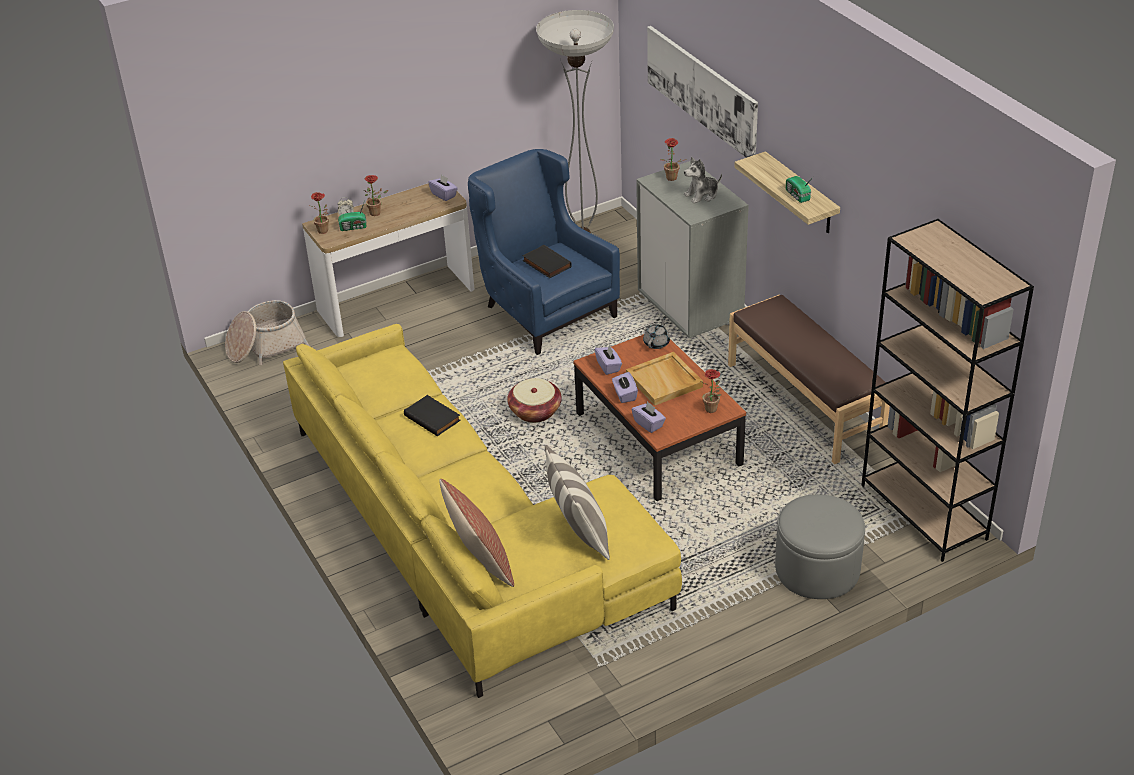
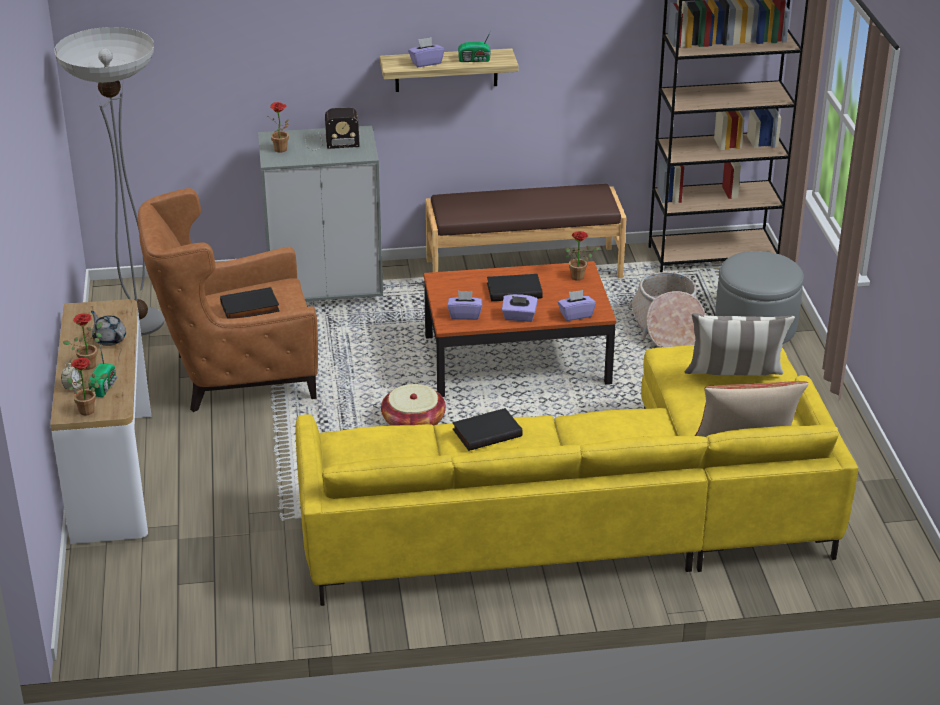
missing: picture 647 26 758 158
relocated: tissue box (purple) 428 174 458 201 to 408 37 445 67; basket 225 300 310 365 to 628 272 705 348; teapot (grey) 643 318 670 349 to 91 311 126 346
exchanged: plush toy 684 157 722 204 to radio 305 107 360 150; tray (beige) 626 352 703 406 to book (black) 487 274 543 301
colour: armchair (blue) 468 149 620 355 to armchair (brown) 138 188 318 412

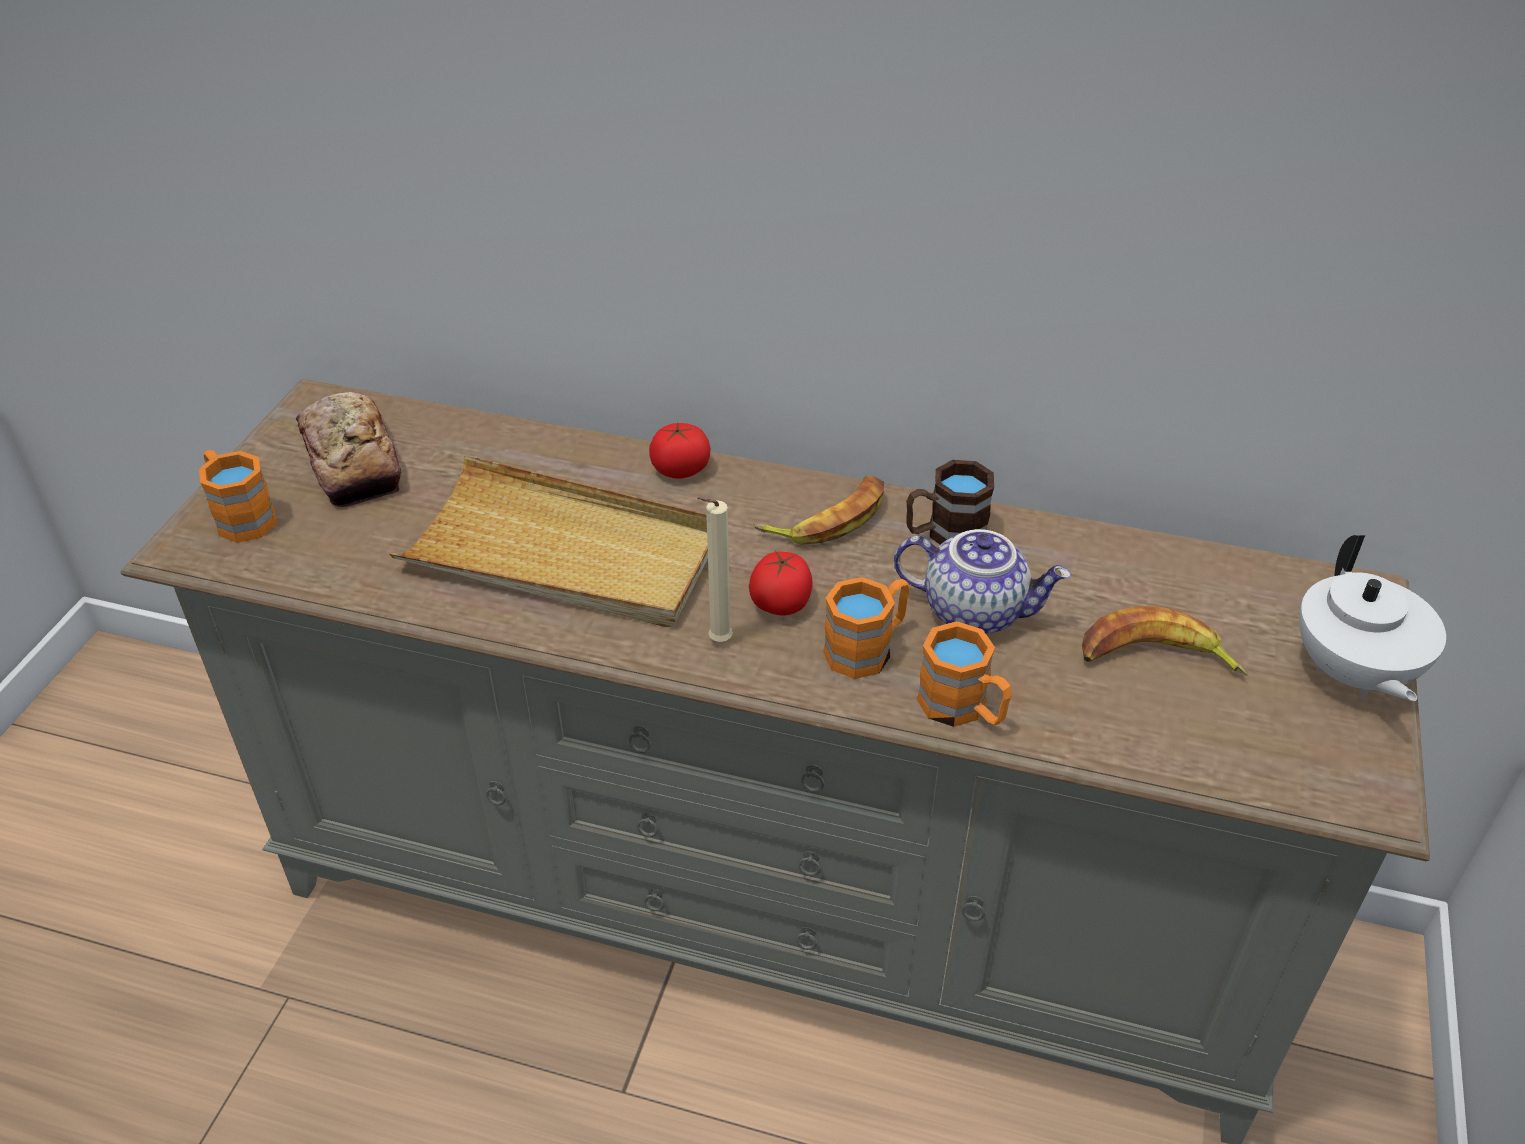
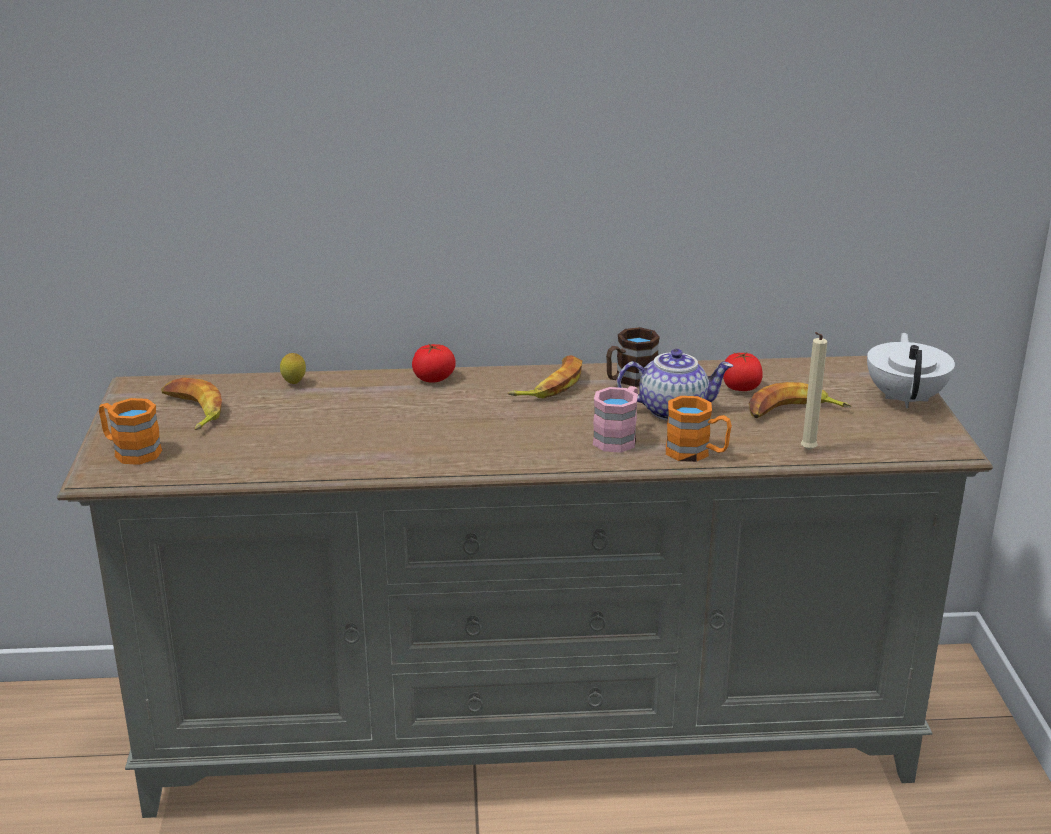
missing: tray (beige) 389 455 708 627
appeared: lemon 280 353 306 384
relocated: candle (beige) 697 497 733 642 to 801 332 827 450; tomato 749 551 813 615 to 723 352 763 391
exchanged: bread 296 392 401 507 to banana 161 378 222 430
colour: mug (orange) 823 577 909 679 to mug (pink) 593 386 638 453
spun: teapot (white) 1299 535 1446 701 = 867 333 955 408 150 degrees counterclockwise

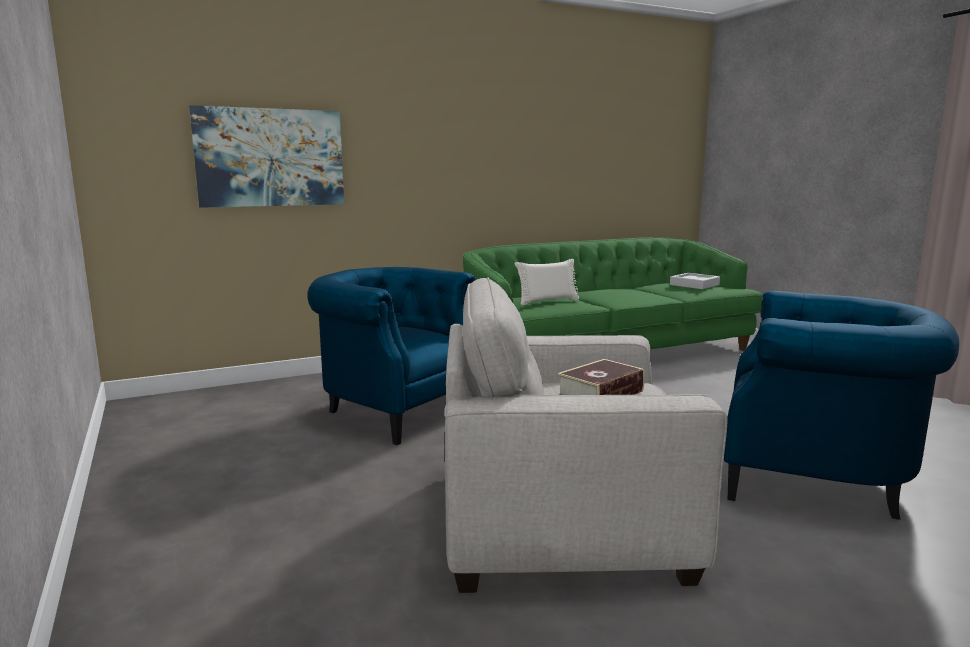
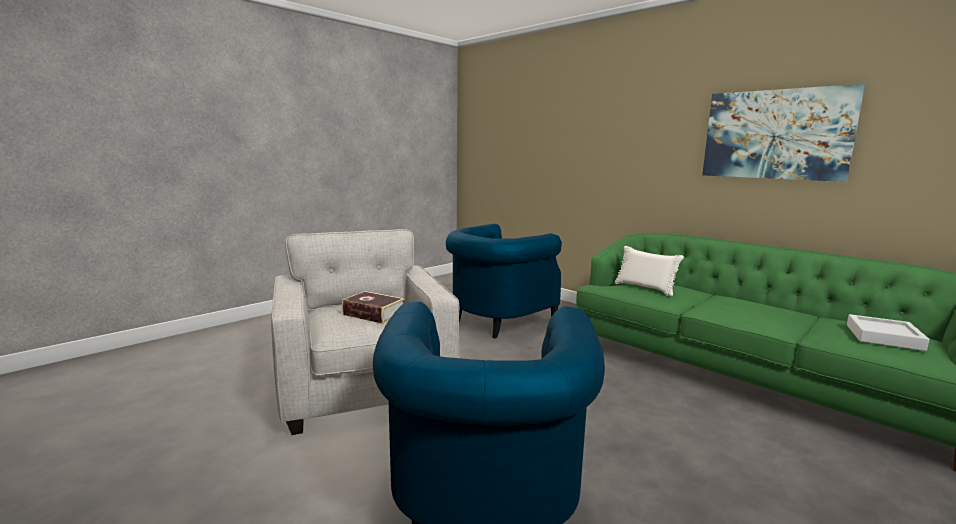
relocated: picture 189 105 344 208 to 702 84 865 182
spun: armchair (blue) 307 267 476 445 = 446 224 562 338 150 degrees counterclockwise

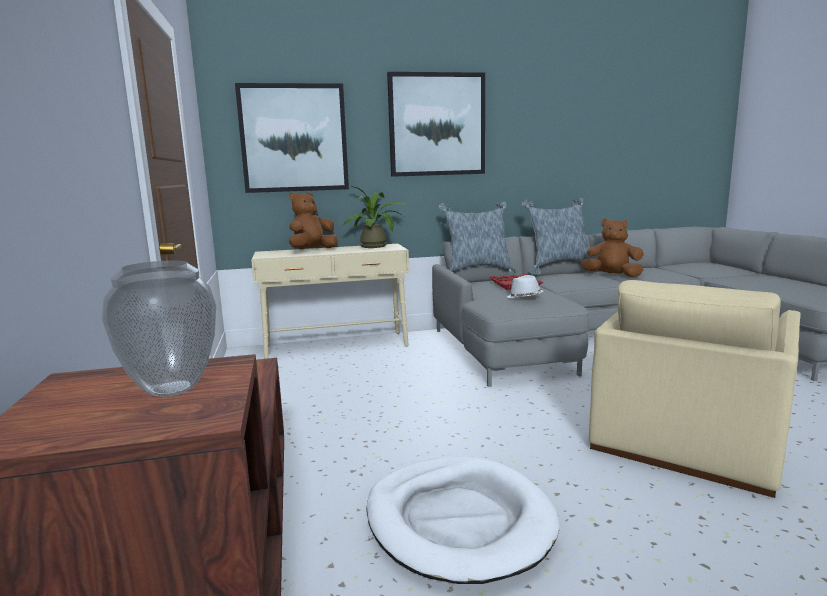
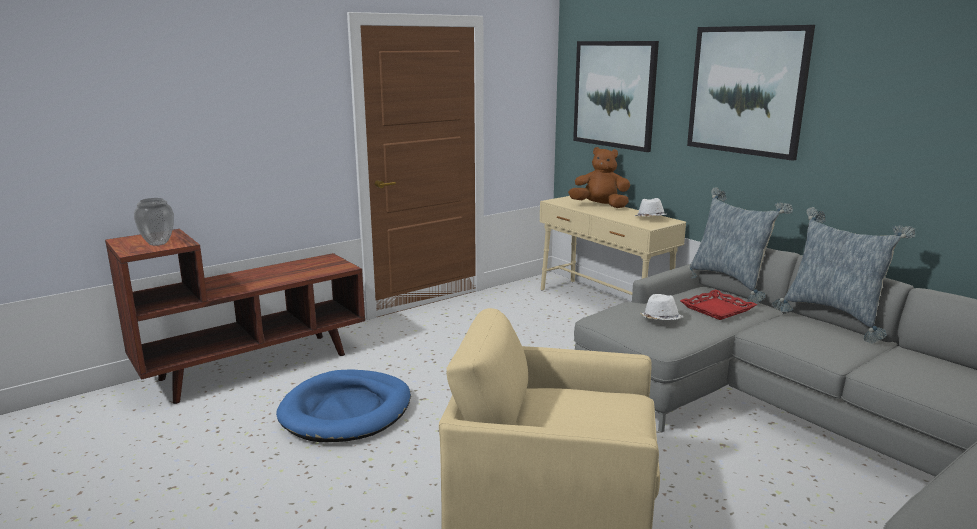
missing: plush toy (brown) 581 219 644 277
exchanged: potted plant 342 186 407 248 to hat (white) 635 198 667 217
colour: dog bed (white) 366 456 560 584 to dog bed (blue) 276 369 411 442

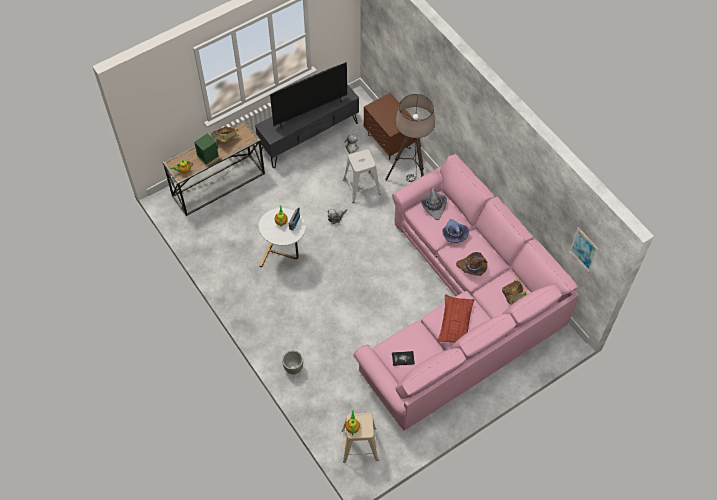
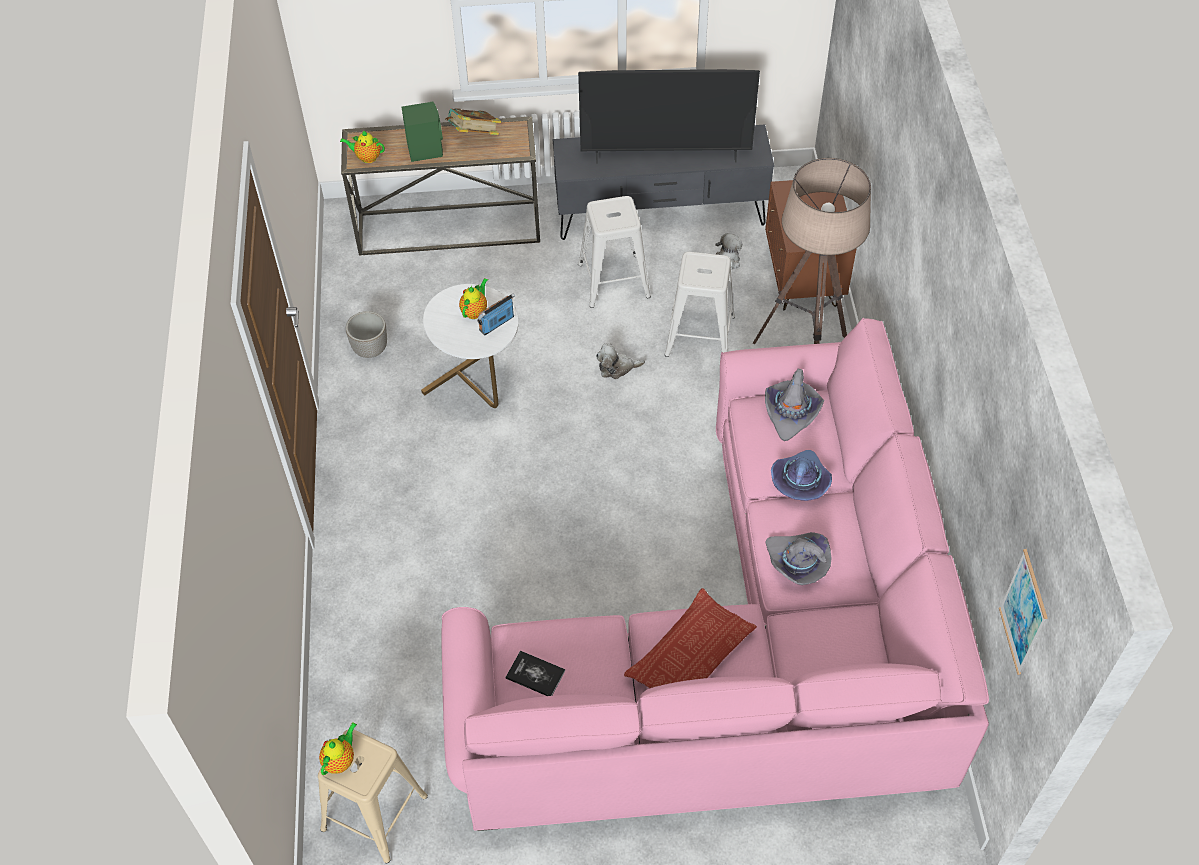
missing: book 502 278 527 305
appeared: stool (white) 578 196 651 308
relocated: planter 282 351 303 374 to 346 311 387 358
colour: hat (brown) 456 252 487 276 to hat (grey) 766 532 832 585

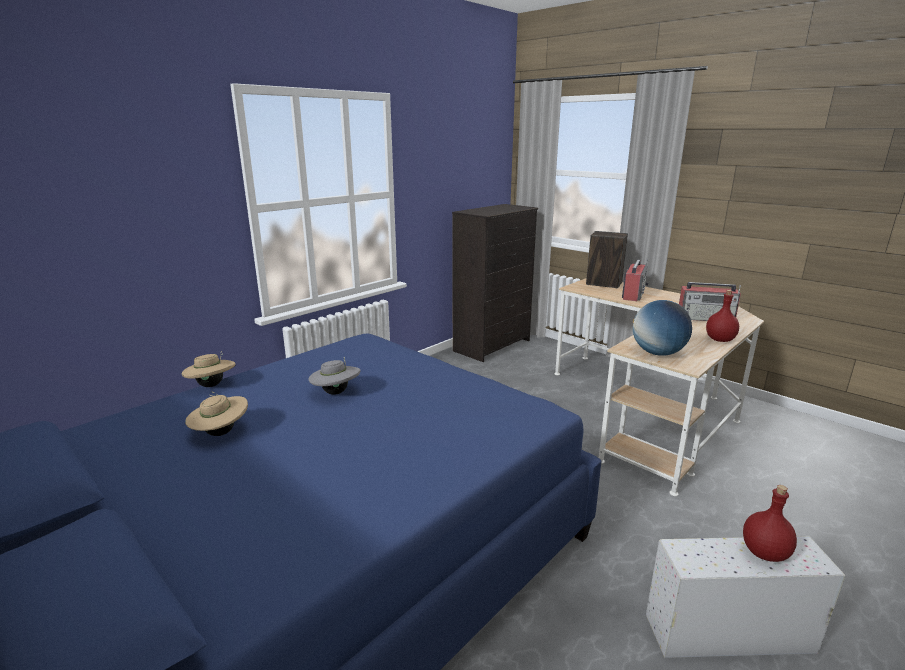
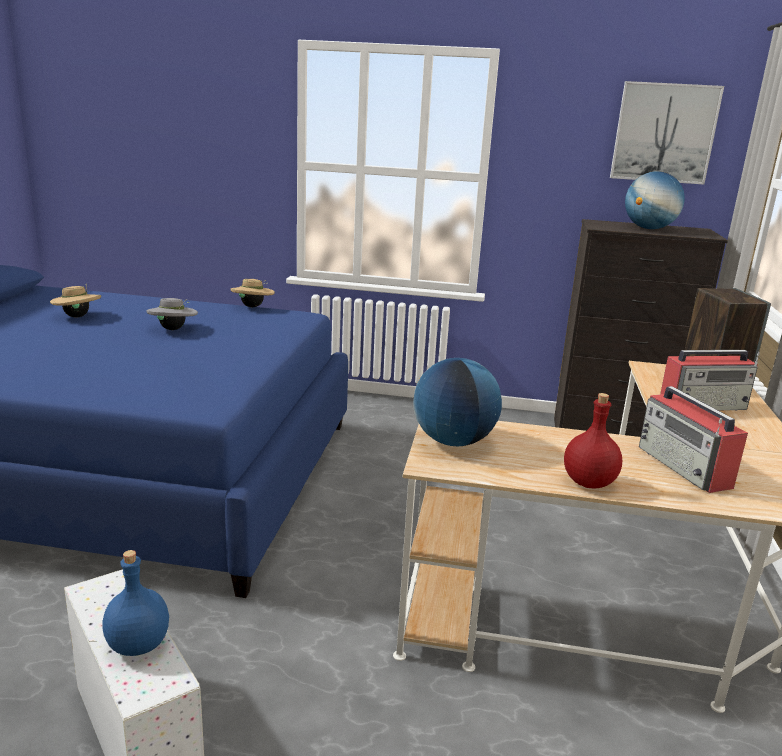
appeared: picture 610 81 724 185; globe 625 171 685 229
relocated: hat (beige) 182 351 236 387 to 230 279 275 307
colour: bottle (red) 743 485 797 562 to bottle (blue) 102 550 169 656

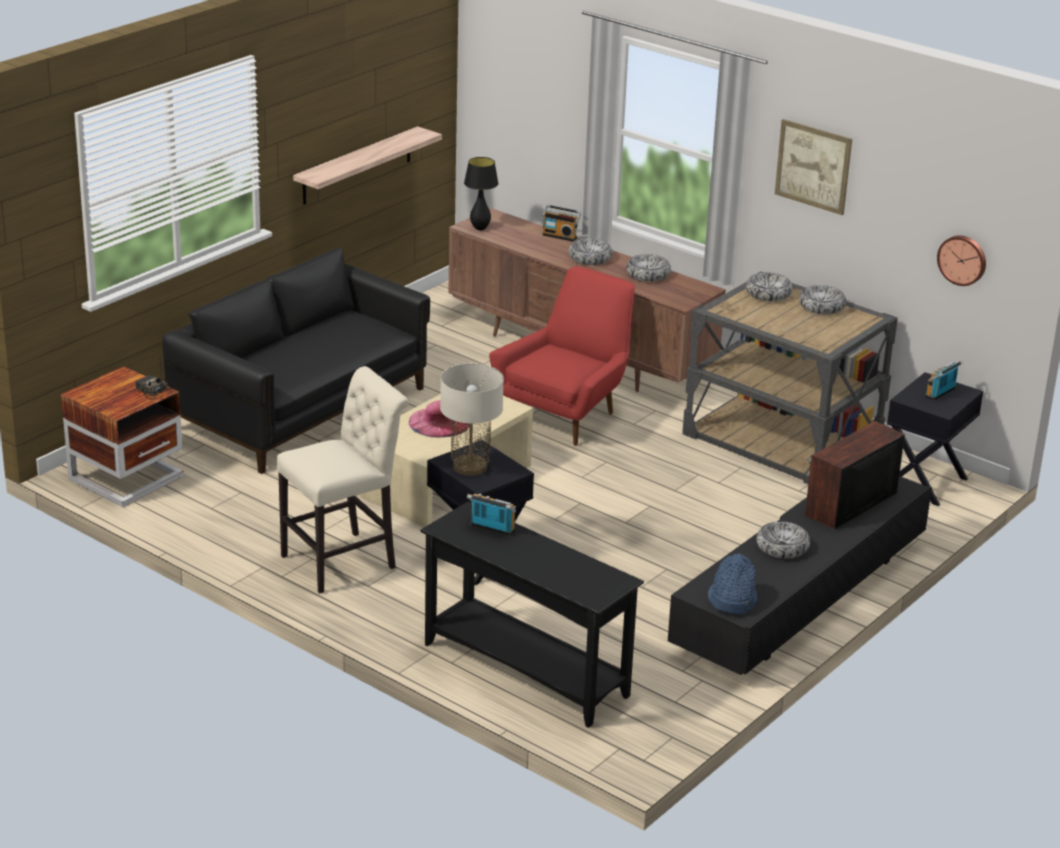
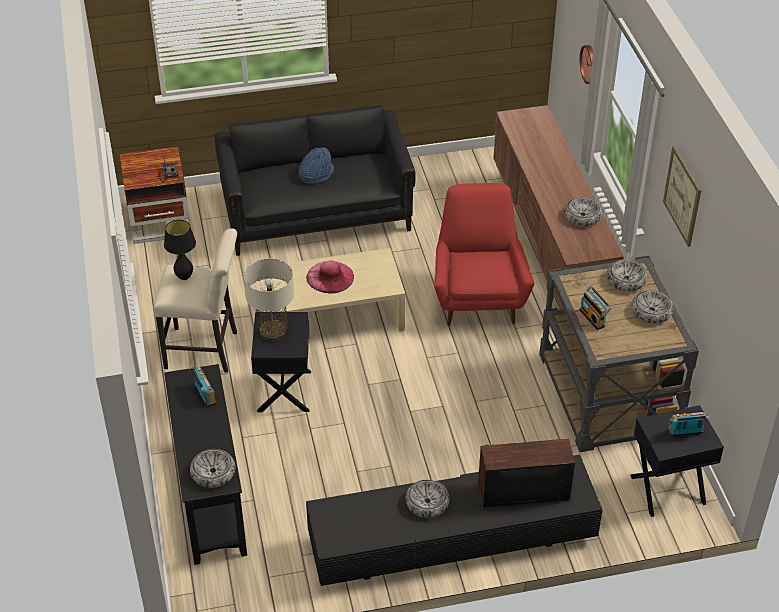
missing: shelf 293 126 442 205
relocated: table lamp (black) 464 157 498 230 to 164 220 196 280; radio 542 205 581 242 to 579 286 611 330; wall clock 937 235 986 286 to 579 45 593 84; bowl 569 238 613 265 to 190 449 235 488; hat (blue) 708 553 757 614 to 298 147 334 184
spun: armchair (red) 489 267 635 446 = 434 183 534 326 75 degrees counterclockwise

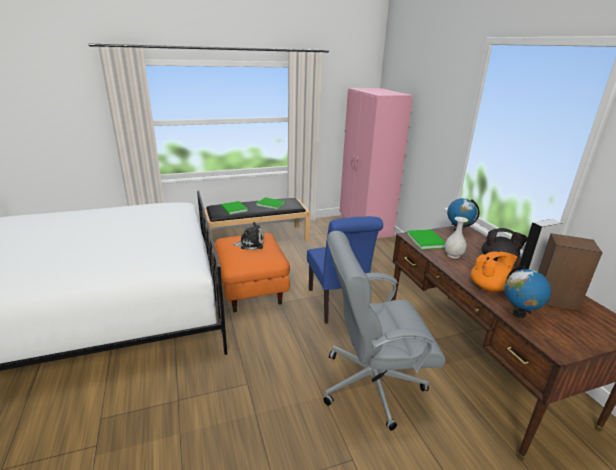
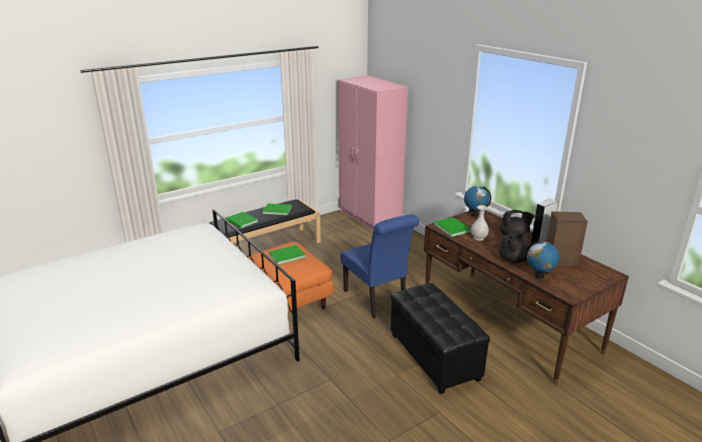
exchanged: plush toy 231 222 264 250 to book (green) 269 245 306 265; office chair (grey) 323 231 445 431 to ottoman (black) 391 283 490 394
colour: teapot (orange) 471 252 518 292 to teapot (black) 499 230 531 263

